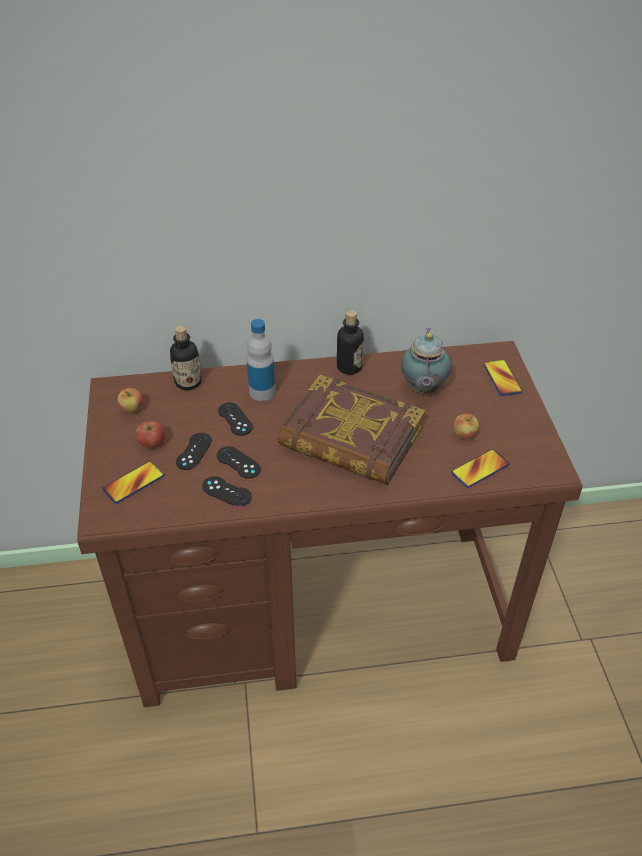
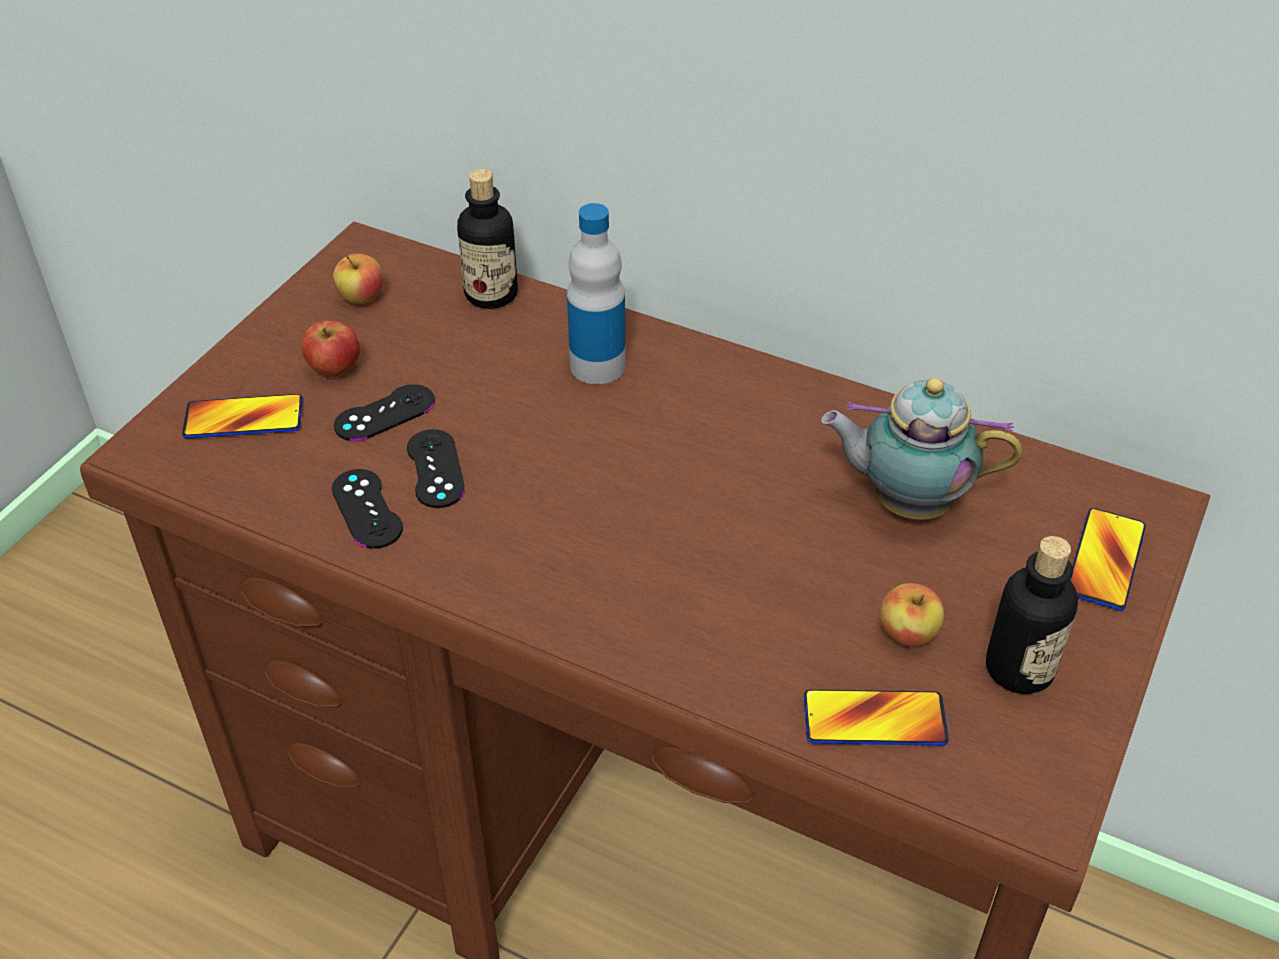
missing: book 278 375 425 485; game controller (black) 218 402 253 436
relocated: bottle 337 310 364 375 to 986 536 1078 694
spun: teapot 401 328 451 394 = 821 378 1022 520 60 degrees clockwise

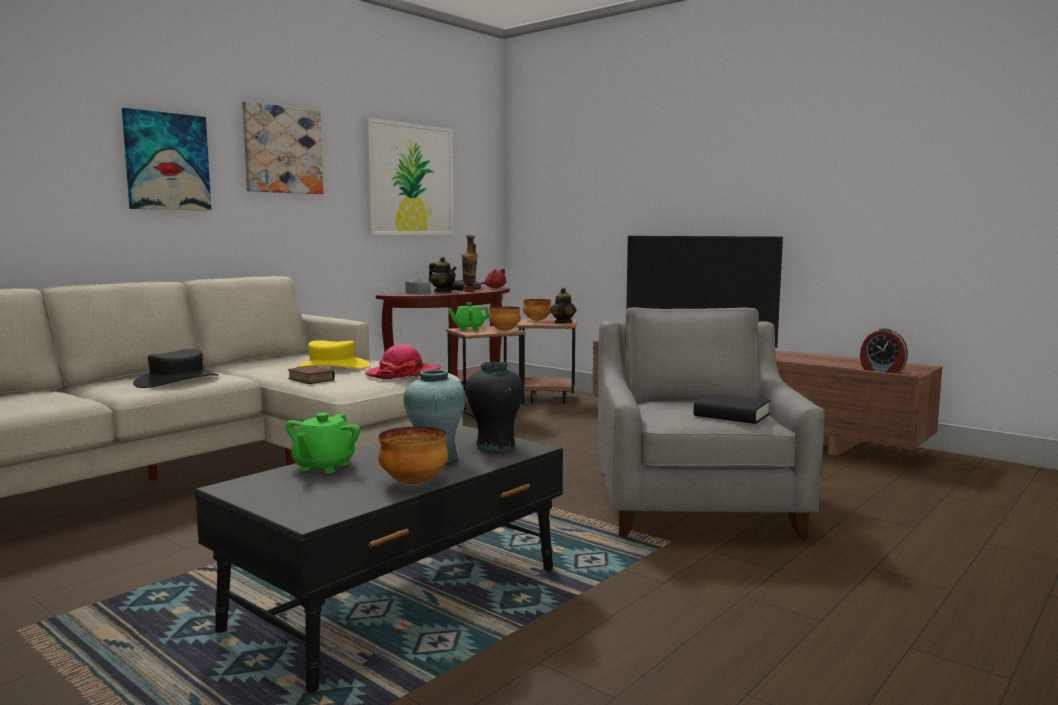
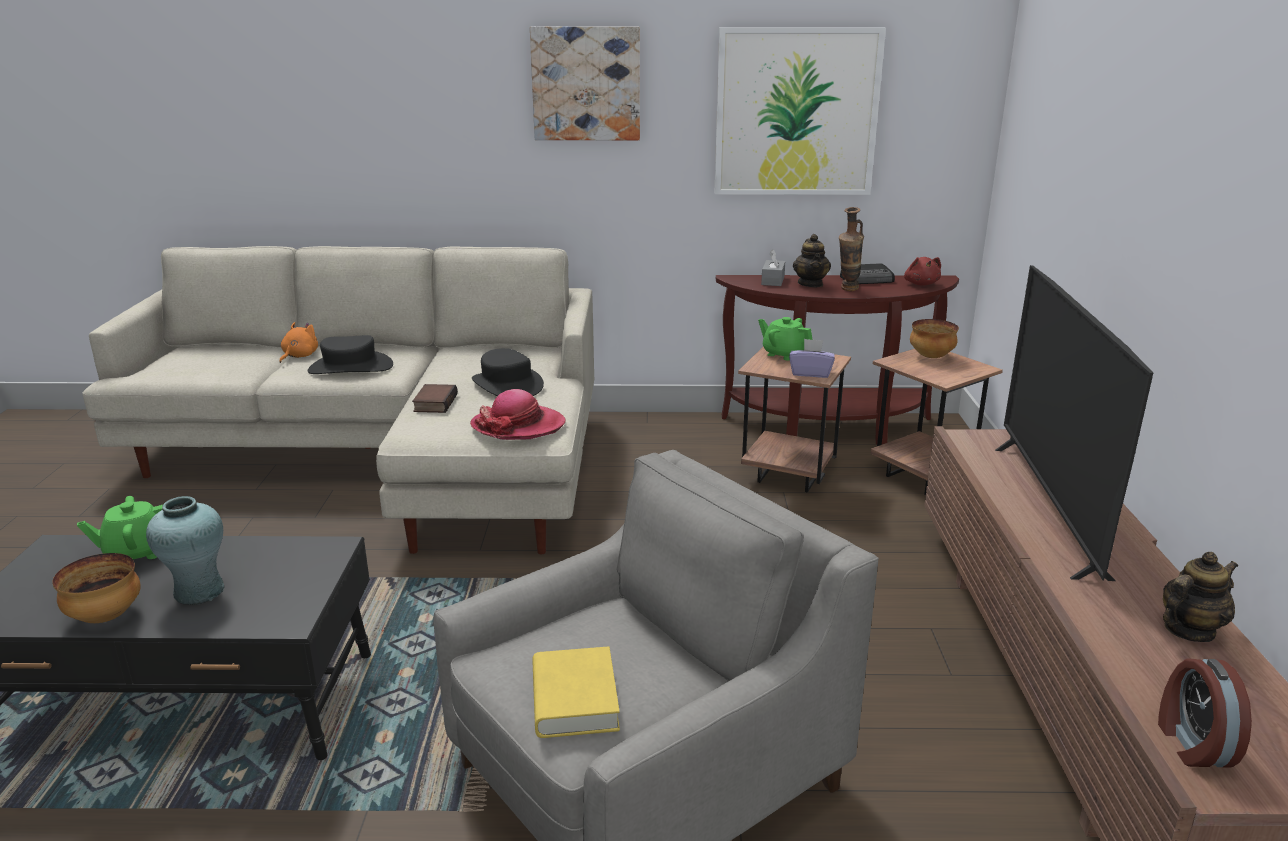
missing: picture 122 108 211 211; vase (black) 466 362 524 453
appeared: plush toy (orange) 279 322 318 363
relocated: teapot 550 288 577 324 to 1163 552 1238 642
exchanged: bowl 489 306 521 331 to tissue box (purple) 789 339 835 378
colour: hat (yellow) 296 340 369 369 to hat (black) 472 348 544 396; book (black) 694 393 771 424 to book (yellow) 532 646 620 738

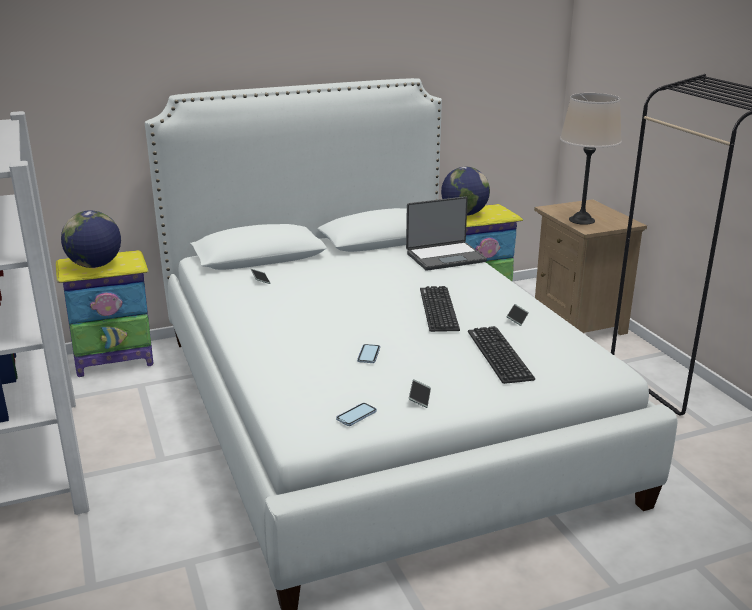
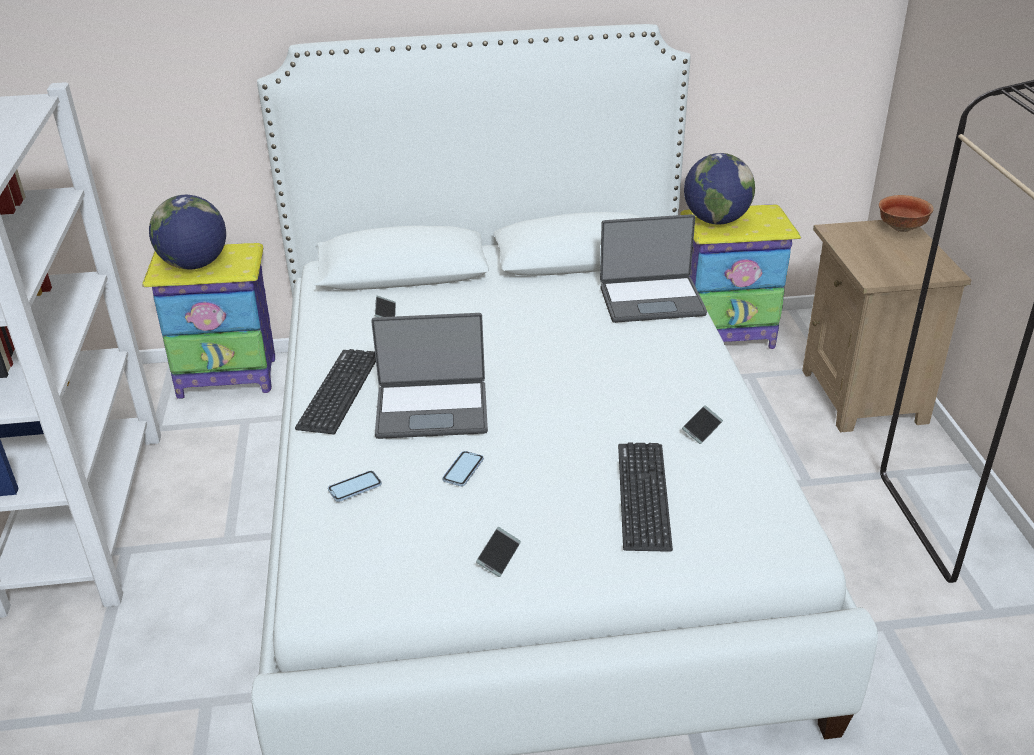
missing: table lamp (beige) 560 93 622 225
appeared: bowl 879 195 934 232; laptop 371 313 488 439
relocated: keyboard 420 286 460 332 to 295 349 376 434; phone 336 403 377 426 to 328 471 382 502

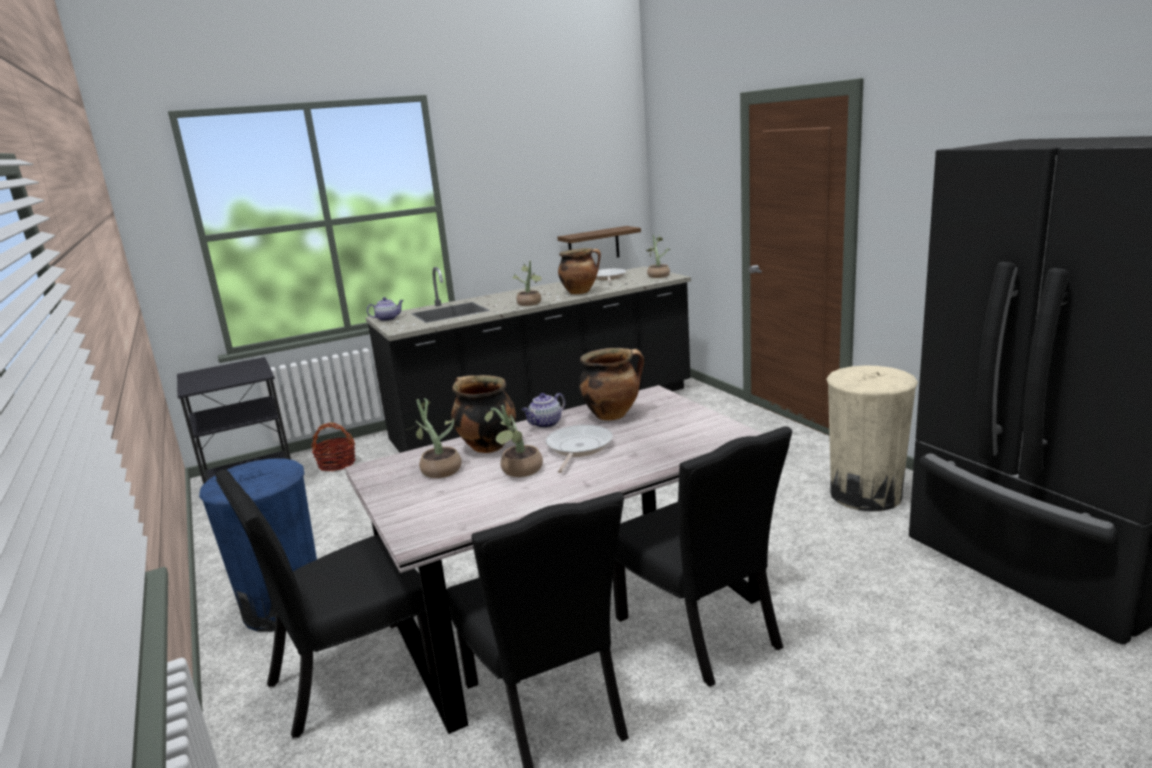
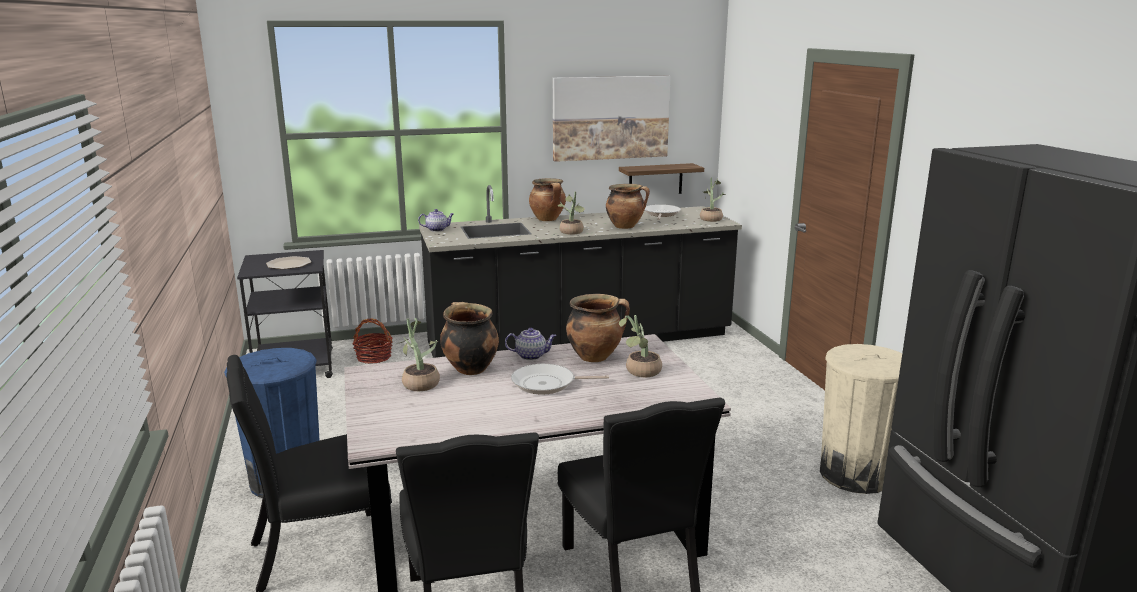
appeared: picture 553 76 671 162; cooking pot 529 178 566 221; plate 266 256 311 269
relocated: potted plant 484 405 543 477 to 619 315 662 377
spun: teapot 522 393 566 428 = 505 328 556 360 150 degrees counterclockwise; frying pan 546 425 613 473 = 511 364 609 395 120 degrees counterclockwise

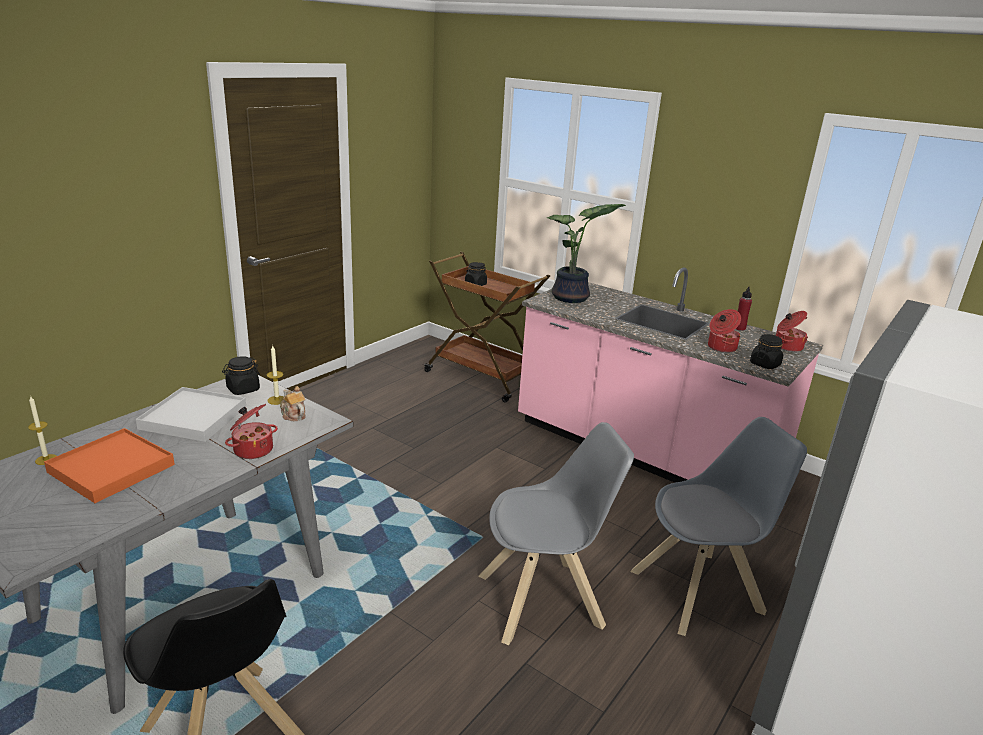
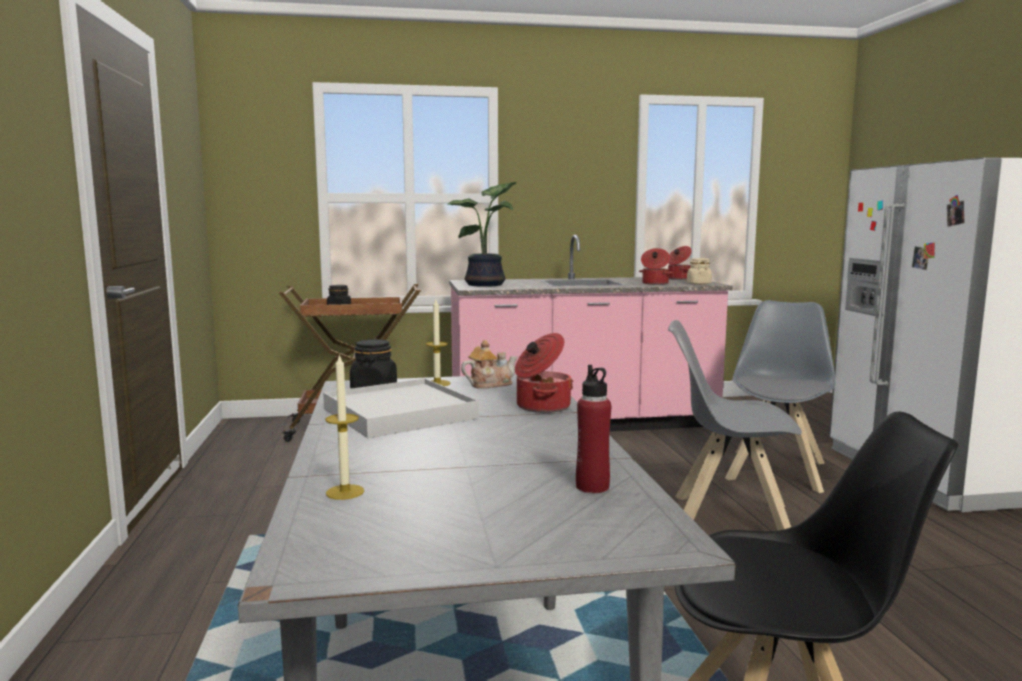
missing: tray (orange) 44 428 175 503
relocated: bottle (red) 736 286 752 331 to 576 365 611 493
colour: jar (black) 750 334 783 369 to jar (beige) 687 258 712 285
spun: teapot 280 386 306 421 = 461 340 518 389 150 degrees clockwise; chair (grey) 478 422 634 645 = 668 320 802 531 105 degrees counterclockwise

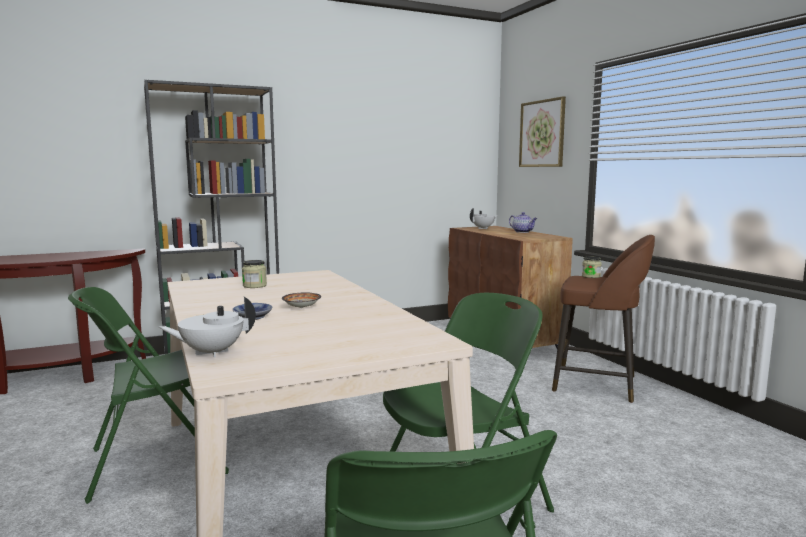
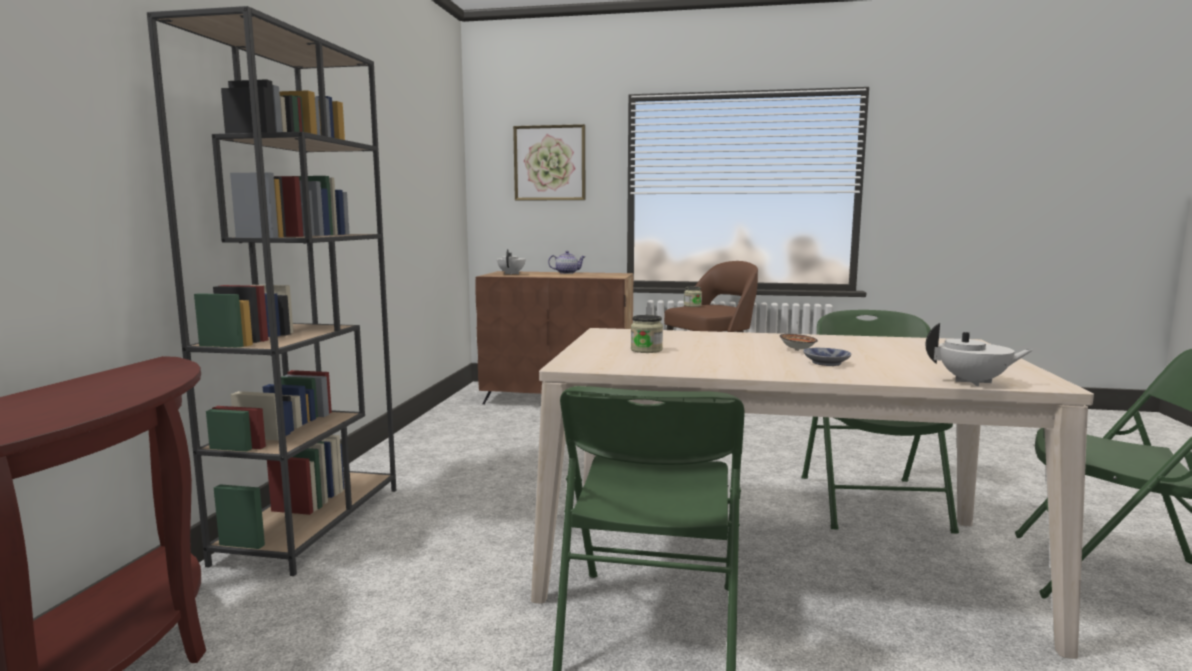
spun: teapot (white) 158 297 256 357 = 925 323 1033 386 90 degrees counterclockwise

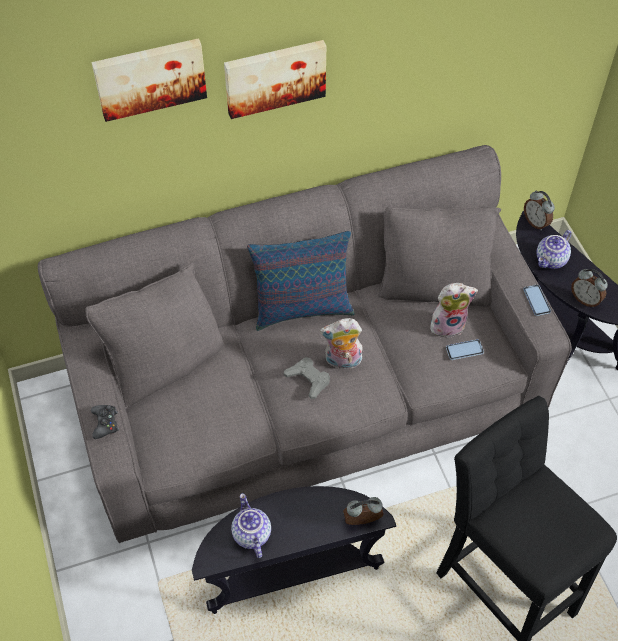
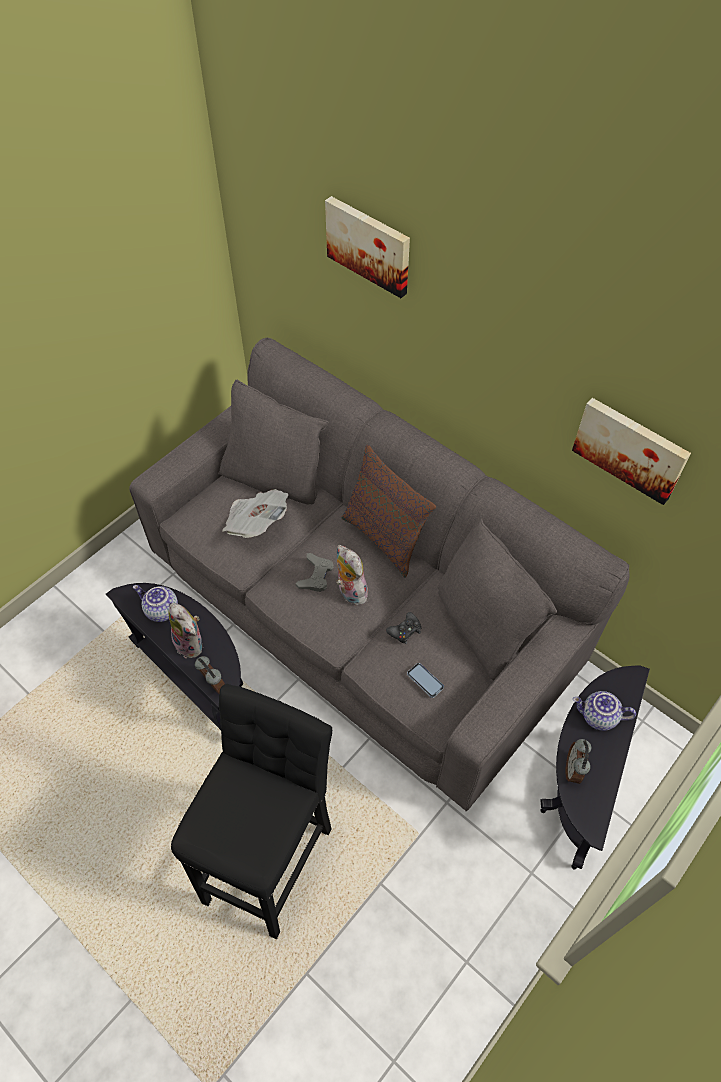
missing: alarm clock 524 191 555 230; phone 523 285 551 316
appeared: newspaper 223 489 288 538
relocated: picture 224 40 326 119 to 572 398 691 505; plush toy 430 283 478 338 to 168 603 202 659; game controller (black) 91 405 119 439 to 386 612 421 644
colour: pillow (blue) 247 231 354 331 to pillow (brown) 341 445 436 578
spun: teapot 231 493 271 558 = 133 585 178 622 105 degrees counterclockwise

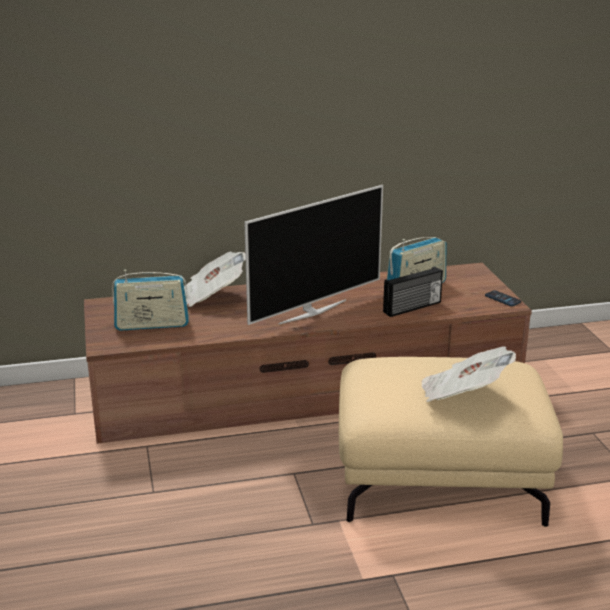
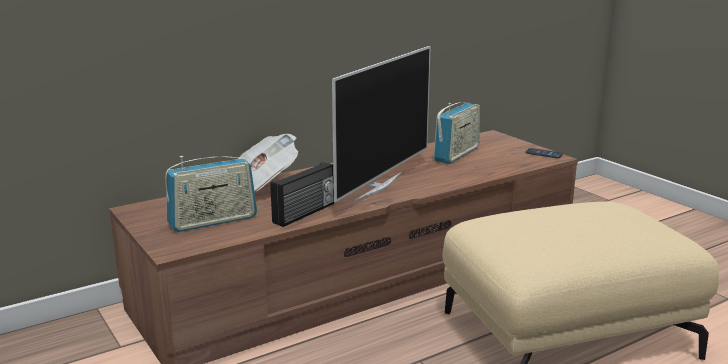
missing: newspaper 421 347 516 402
relocated: radio 383 267 443 317 to 270 162 334 227

